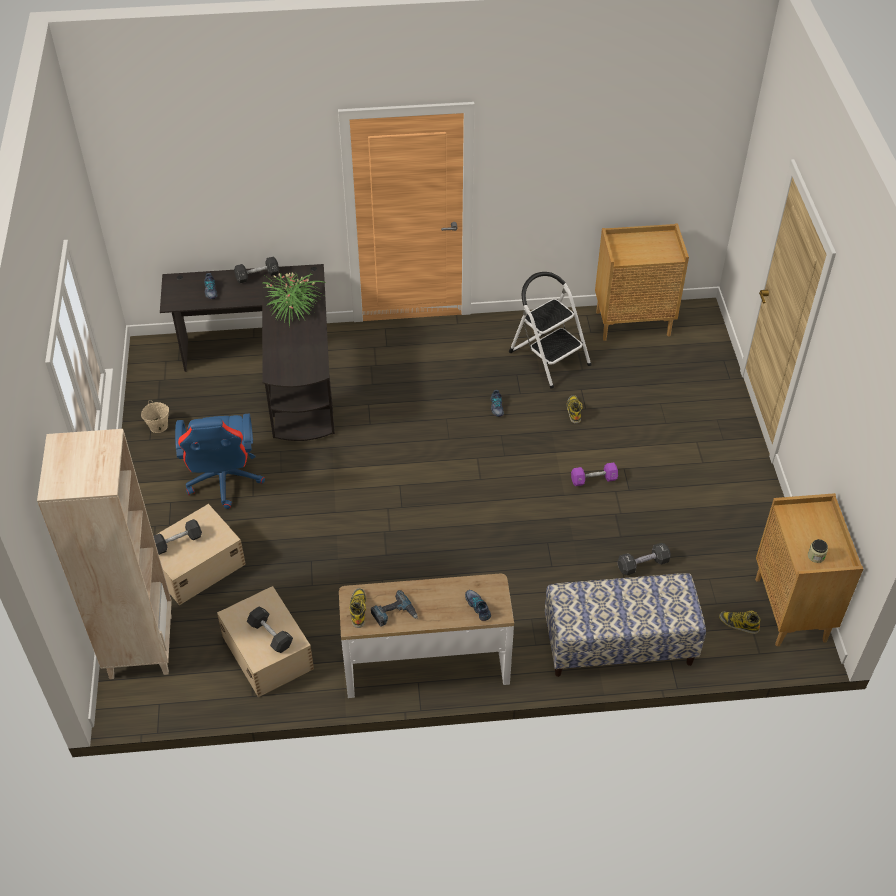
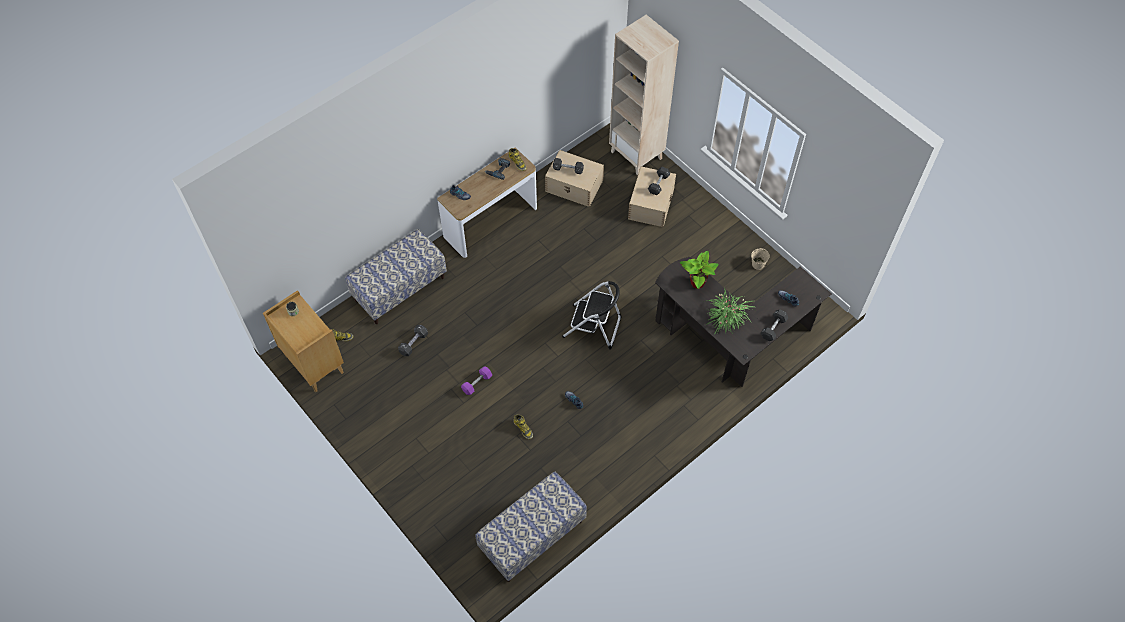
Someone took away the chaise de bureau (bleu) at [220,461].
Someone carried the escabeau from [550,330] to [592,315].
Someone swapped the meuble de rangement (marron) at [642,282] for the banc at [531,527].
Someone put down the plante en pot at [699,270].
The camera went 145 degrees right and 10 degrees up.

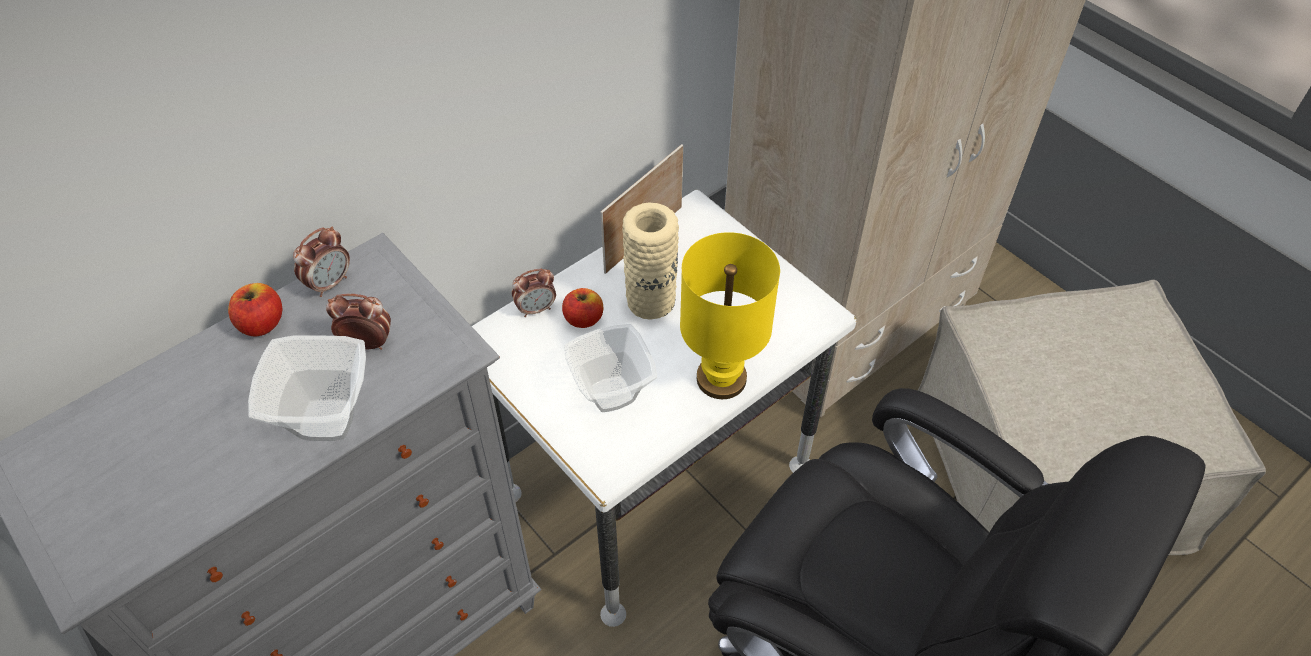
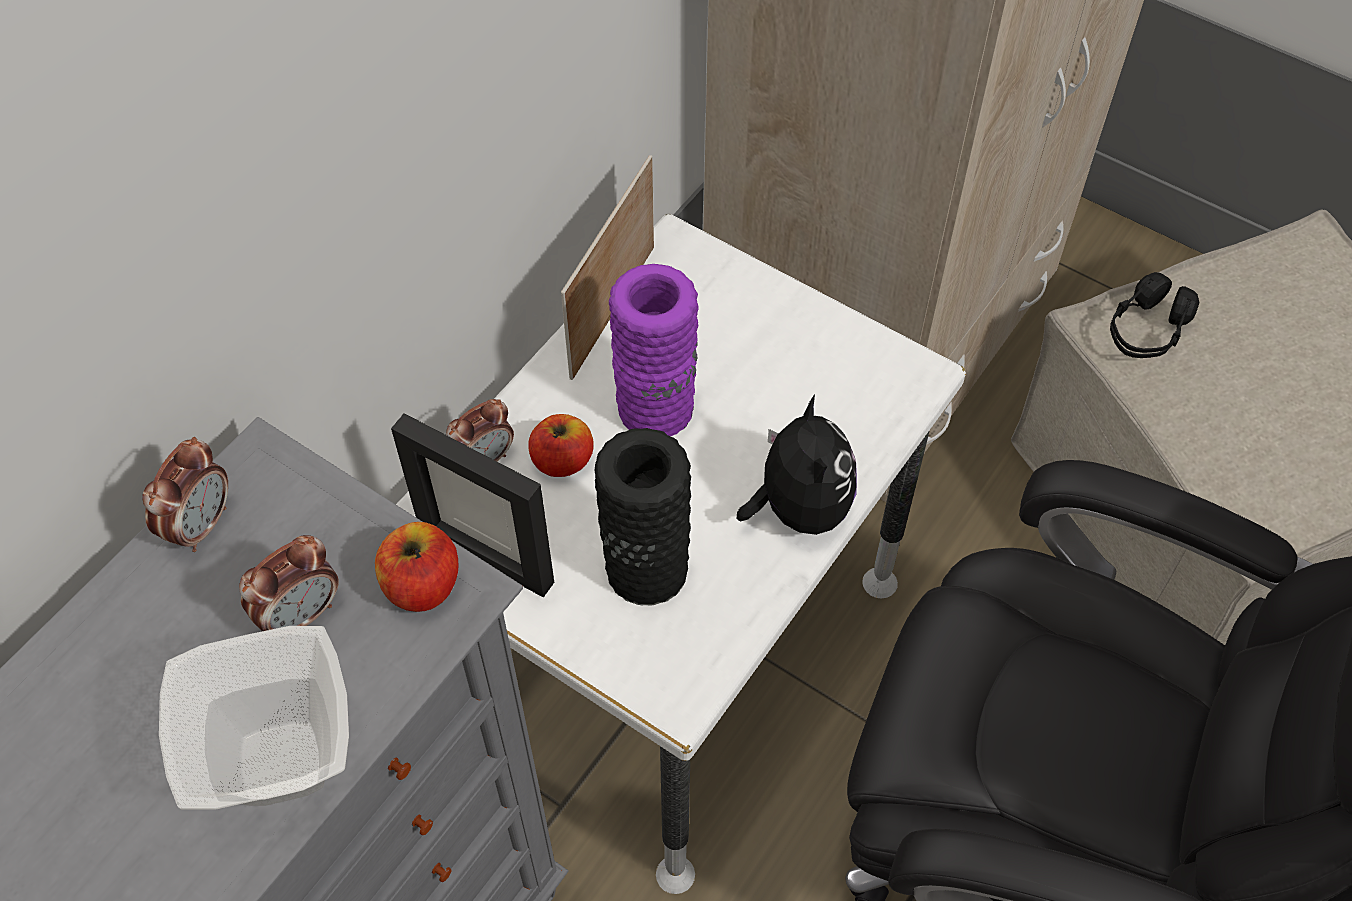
Someone carried the pomme from [255,310] to [416,567].
Someone rotated the réveil at [358,322] by 150 degrees clockwise.
Someone swapped the bol at [610,368] for the vase (noir) at [643,517].
Someone repainted the vase (beige) at [650,260], which became the vase (violet) at [654,350].
Someone swapped the lampe de table (jaune) at [730,315] for the peluche at [797,465].
Someone put down the cadre photo at [472,505].
Someone put down the casque audio (noir) at [1154,315].
The camera went 15 degrees left and 5 degrees up.

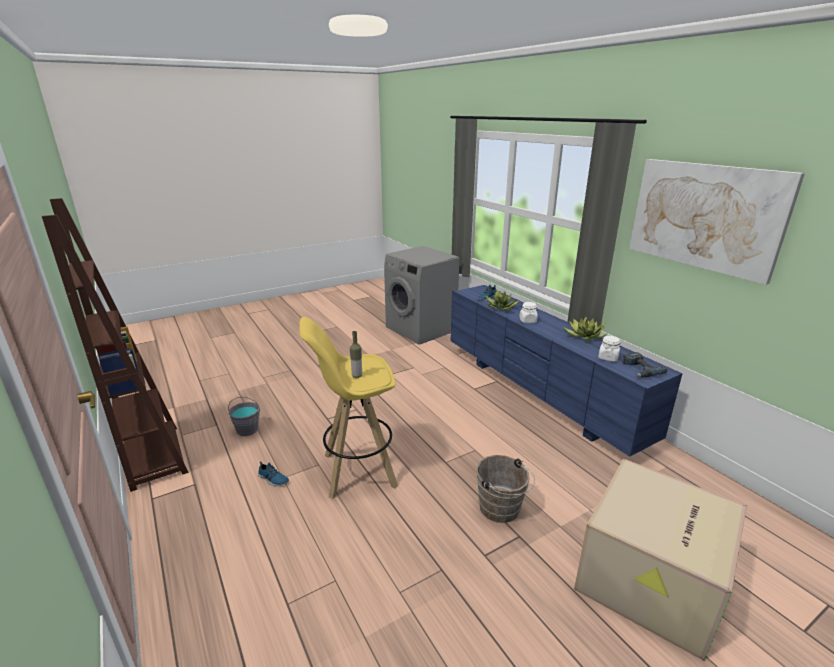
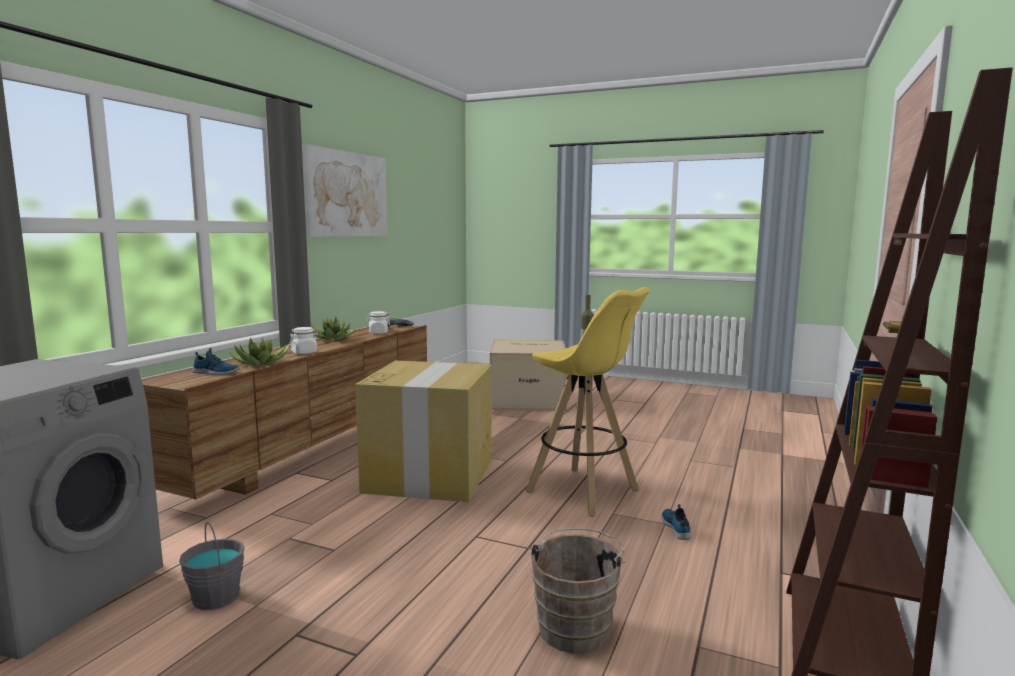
Someone carried the seau (gris) from [244,416] to [212,566].
Someone repainted the meuble de rangement (bleu) at [567,371], which became the meuble de rangement (marron) at [284,412].
Someone carried the seau (marron) from [505,489] to [579,591].
Someone put down the carton at [423,431].
The camera went 125 degrees left and 15 degrees down.

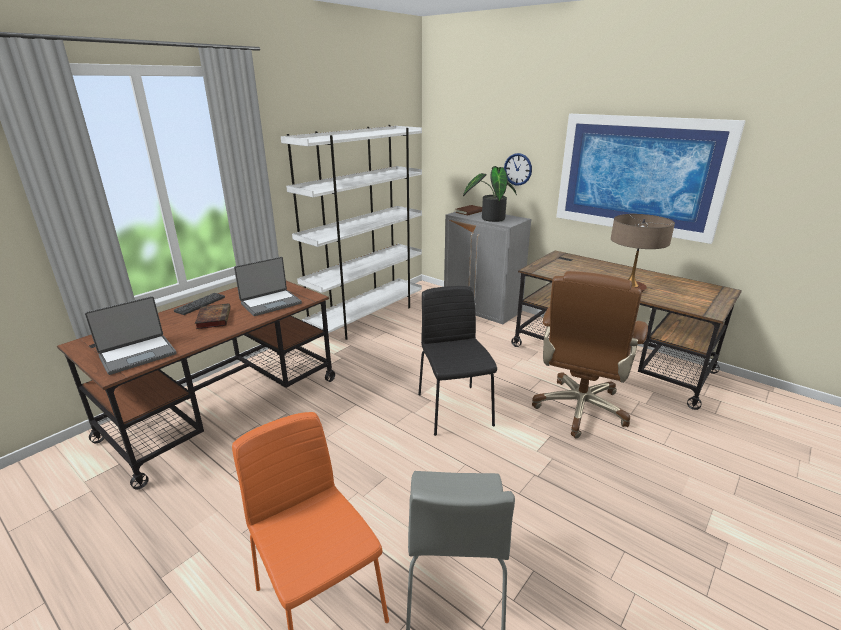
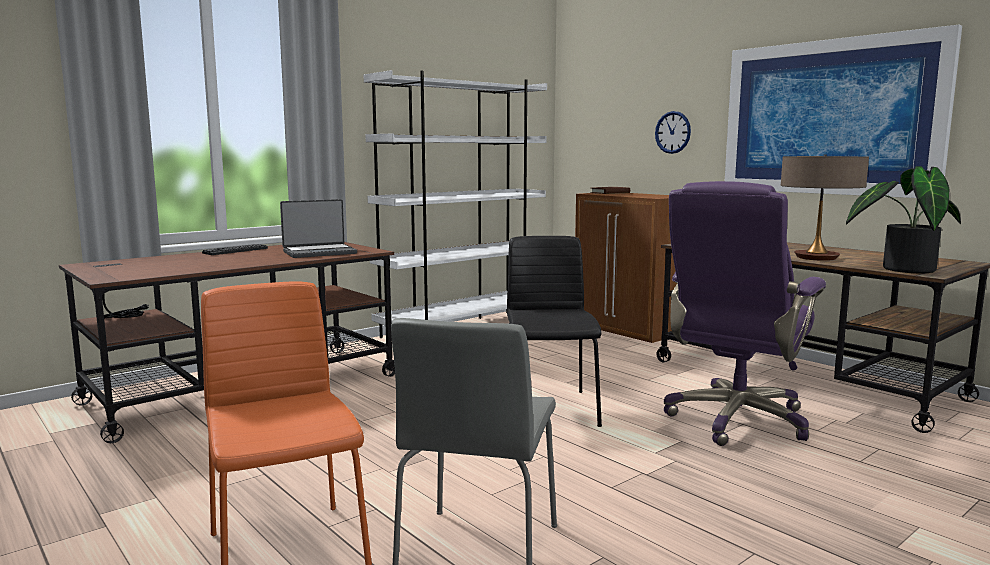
Someone took away the ordinateur portable at [130,335].
Someone took away the livre at [213,316].
Someone repainted the meuble de rangement (gris) at [487,267], which became the meuble de rangement (marron) at [626,268].
Someone carried the plante en pot from [490,194] to [903,219].
Someone repainted the chaise de bureau (marron) at [590,355], which became the chaise de bureau (violet) at [745,313].
The camera went 10 degrees right and 15 degrees down.

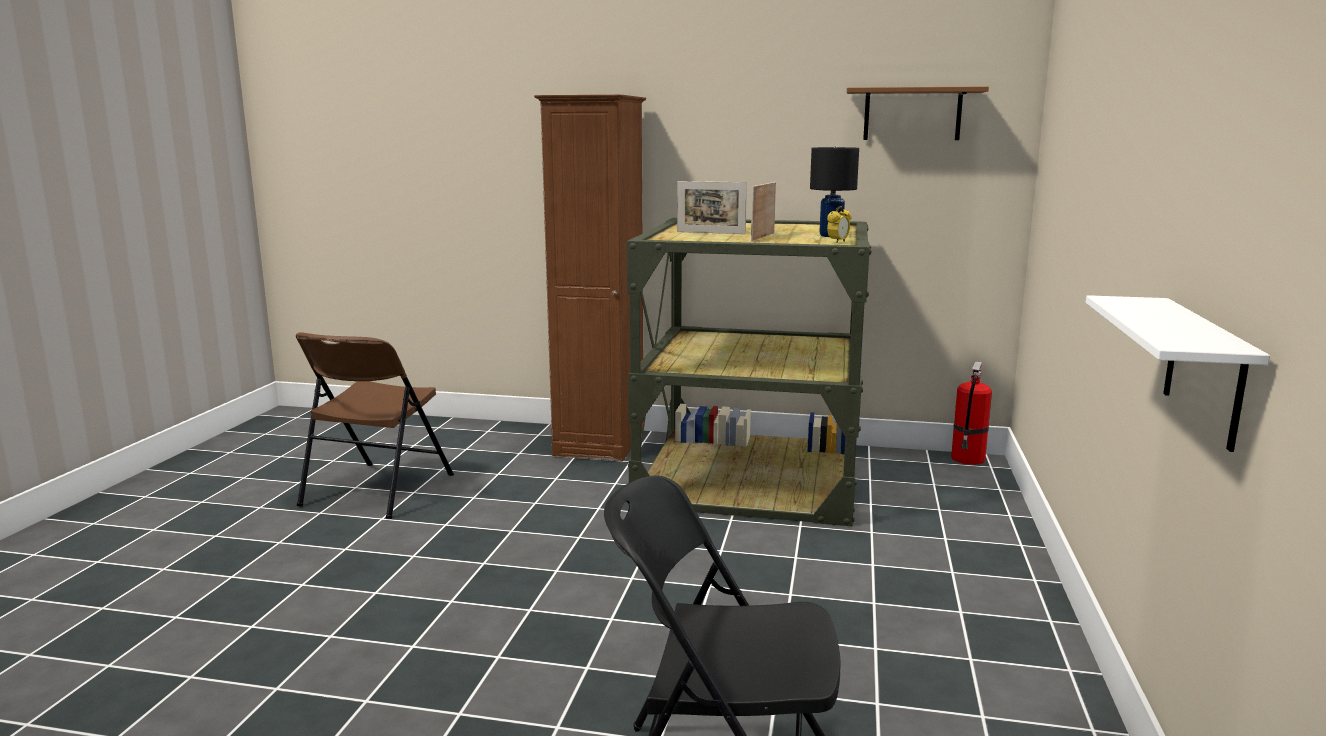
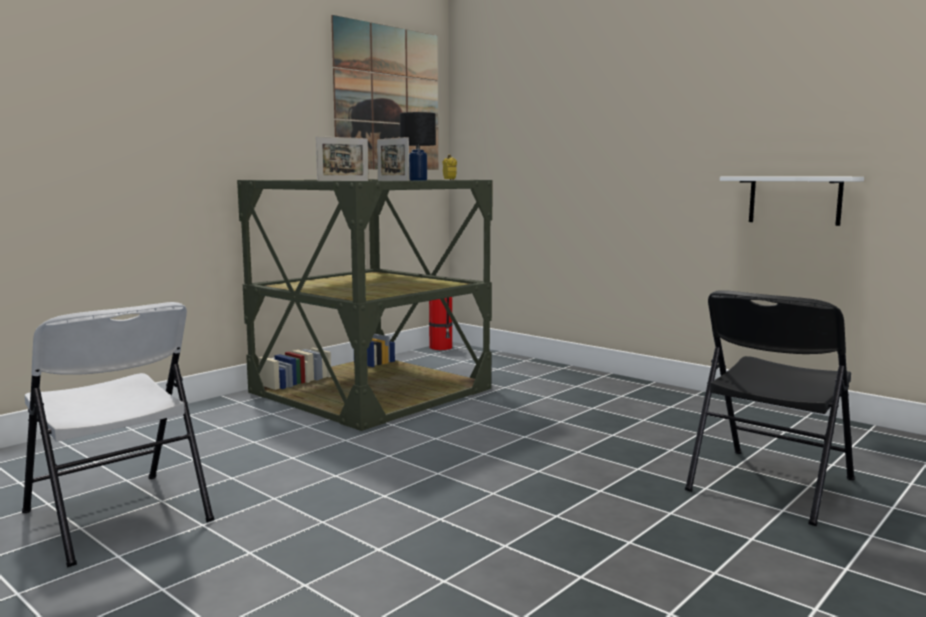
Someone repainted the chaise (marron) at [375,425], which became the chaise (blanc) at [118,435].
Someone took away the meuble de rangement (marron) at [590,278].
Someone swapped the étagère (marron) at [918,113] for the tableau at [384,92].
The camera went 60 degrees left and 5 degrees down.

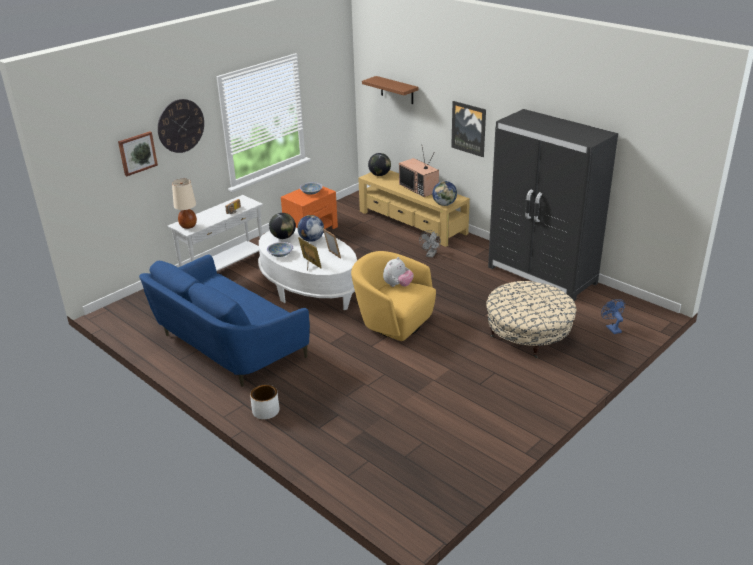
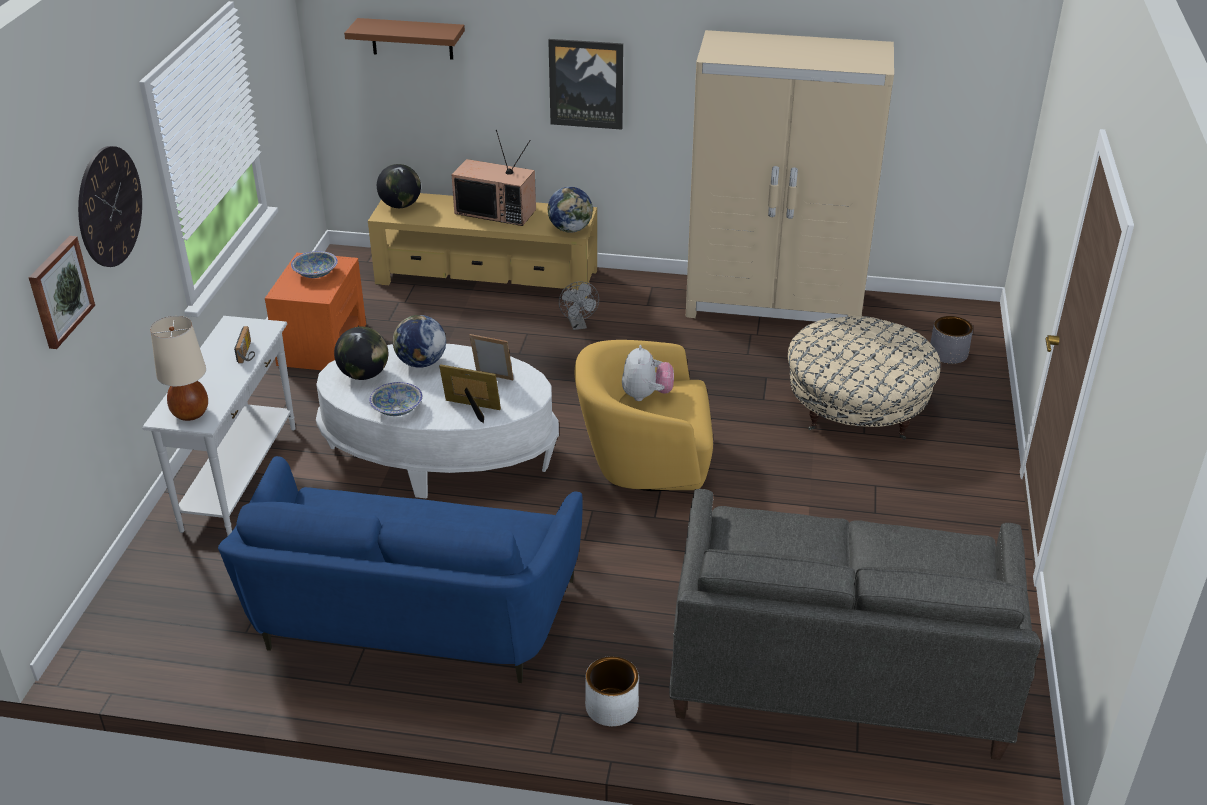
Someone repainted the meuble de rangement (noir) at [553,205], which became the meuble de rangement (beige) at [790,176].
Someone swapped the ventilateur (bleu) at [613,316] for the cache-pot (gris) at [951,340].
Someone put down the canapé (gris) at [855,624].
The camera went 35 degrees left and 5 degrees up.

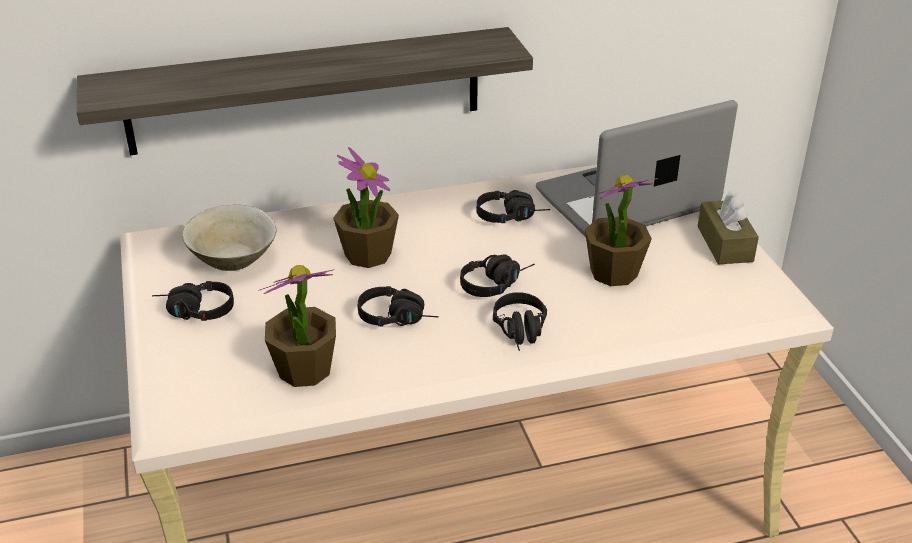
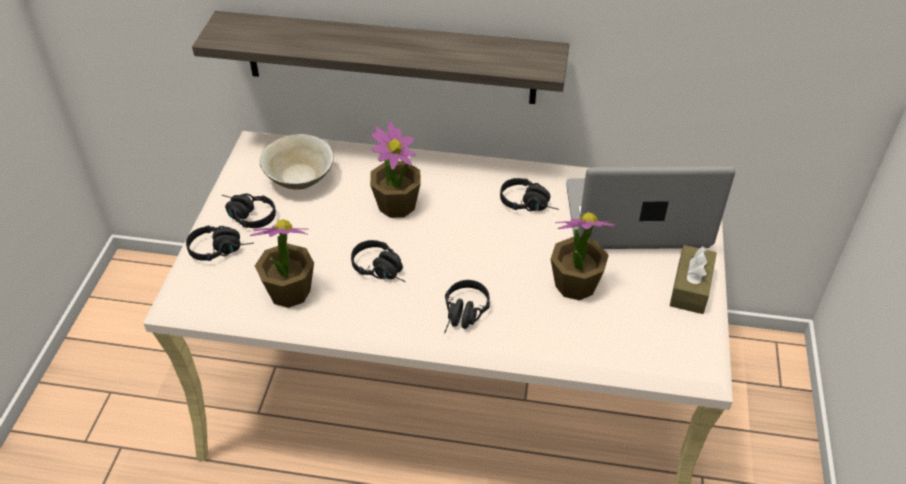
Someone carried the casque audio (noir) from [497,276] to [220,243].
The camera went 25 degrees right and 10 degrees up.

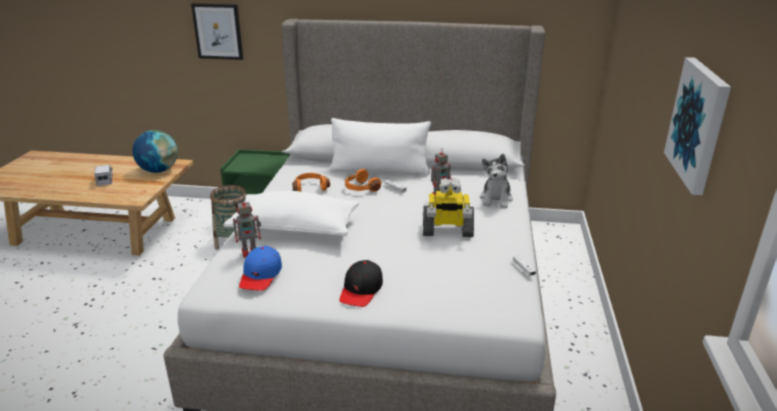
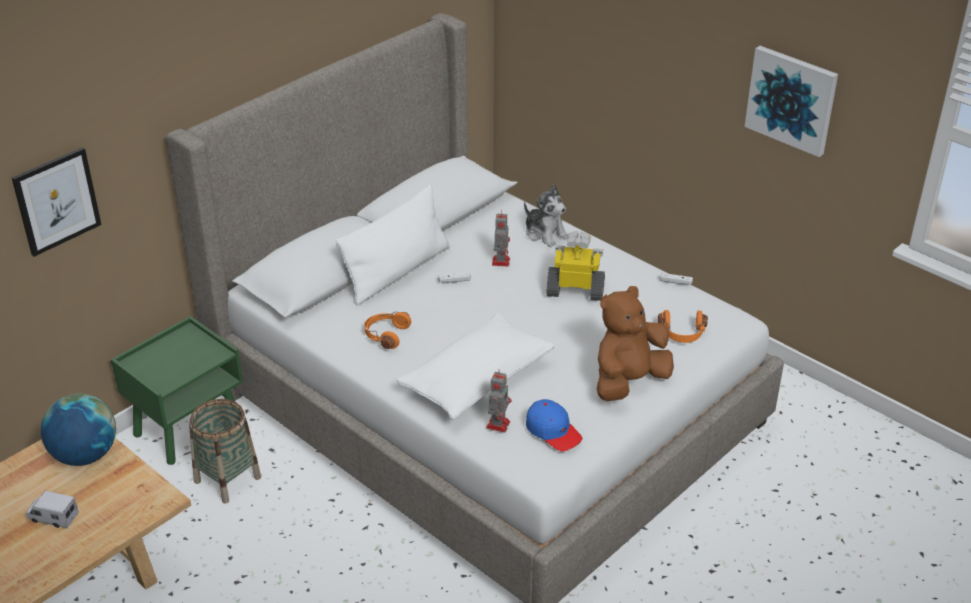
Someone swapped the casquette (noir) at [361,283] for the peluche (marron) at [635,343].
Someone carried the casque audio (orange) from [363,180] to [683,326].
Someone rotated the robot jouet at [448,207] by 120 degrees counterclockwise.
The camera went 55 degrees left and 10 degrees up.

